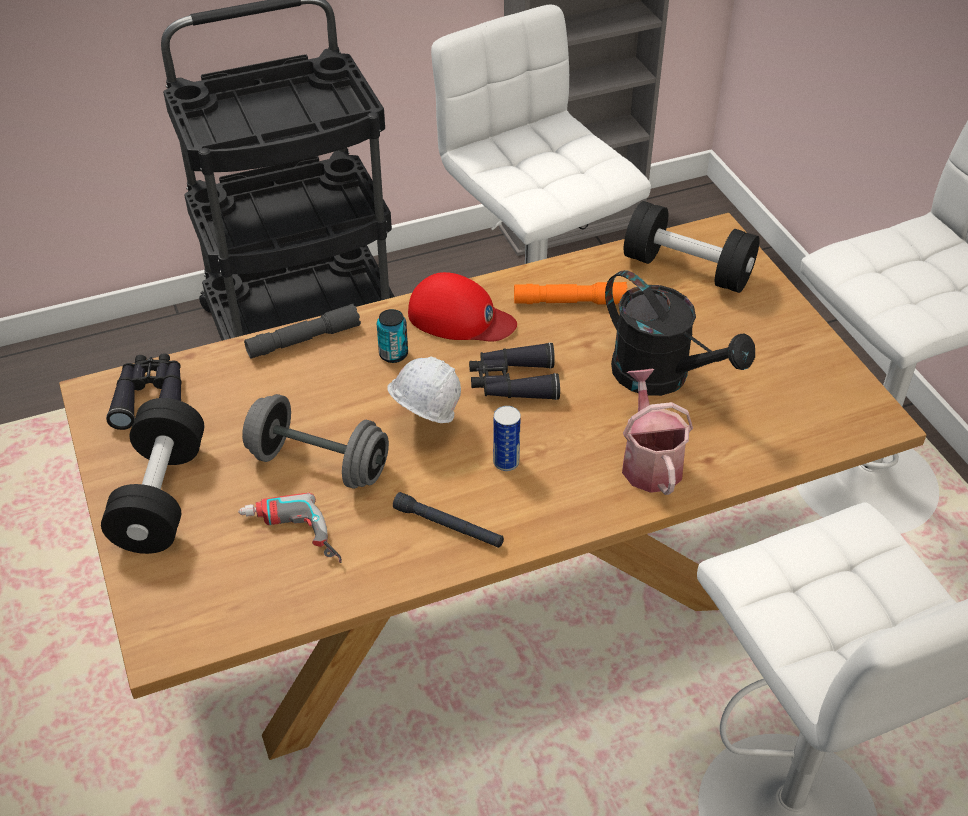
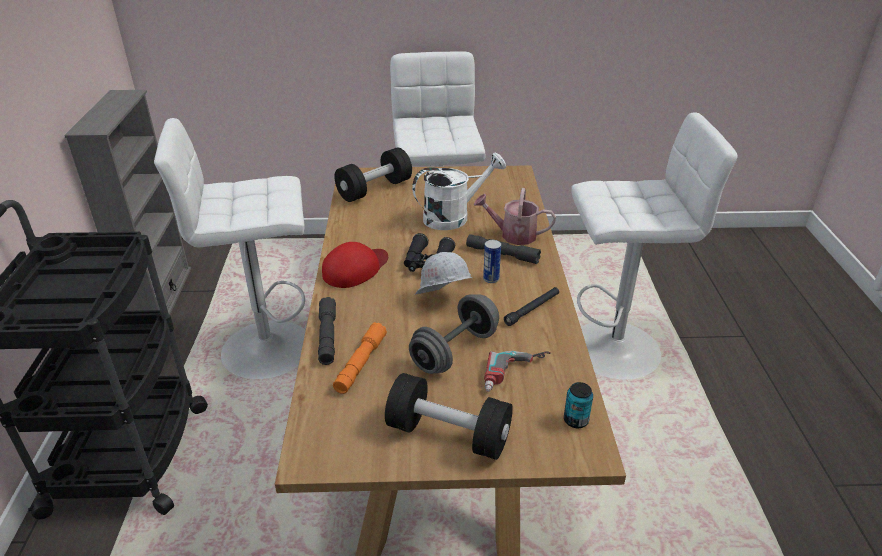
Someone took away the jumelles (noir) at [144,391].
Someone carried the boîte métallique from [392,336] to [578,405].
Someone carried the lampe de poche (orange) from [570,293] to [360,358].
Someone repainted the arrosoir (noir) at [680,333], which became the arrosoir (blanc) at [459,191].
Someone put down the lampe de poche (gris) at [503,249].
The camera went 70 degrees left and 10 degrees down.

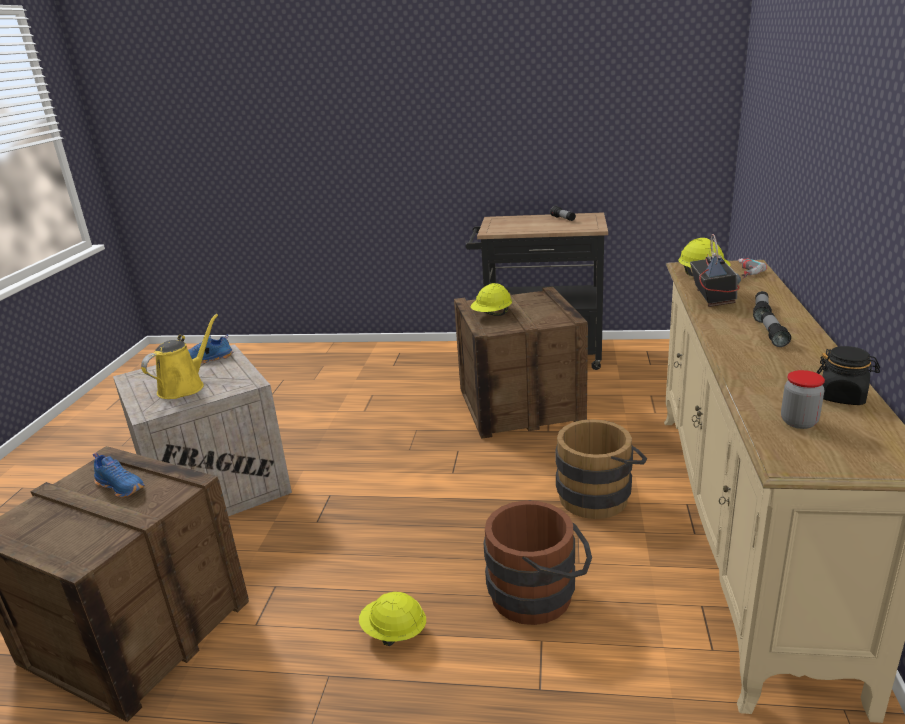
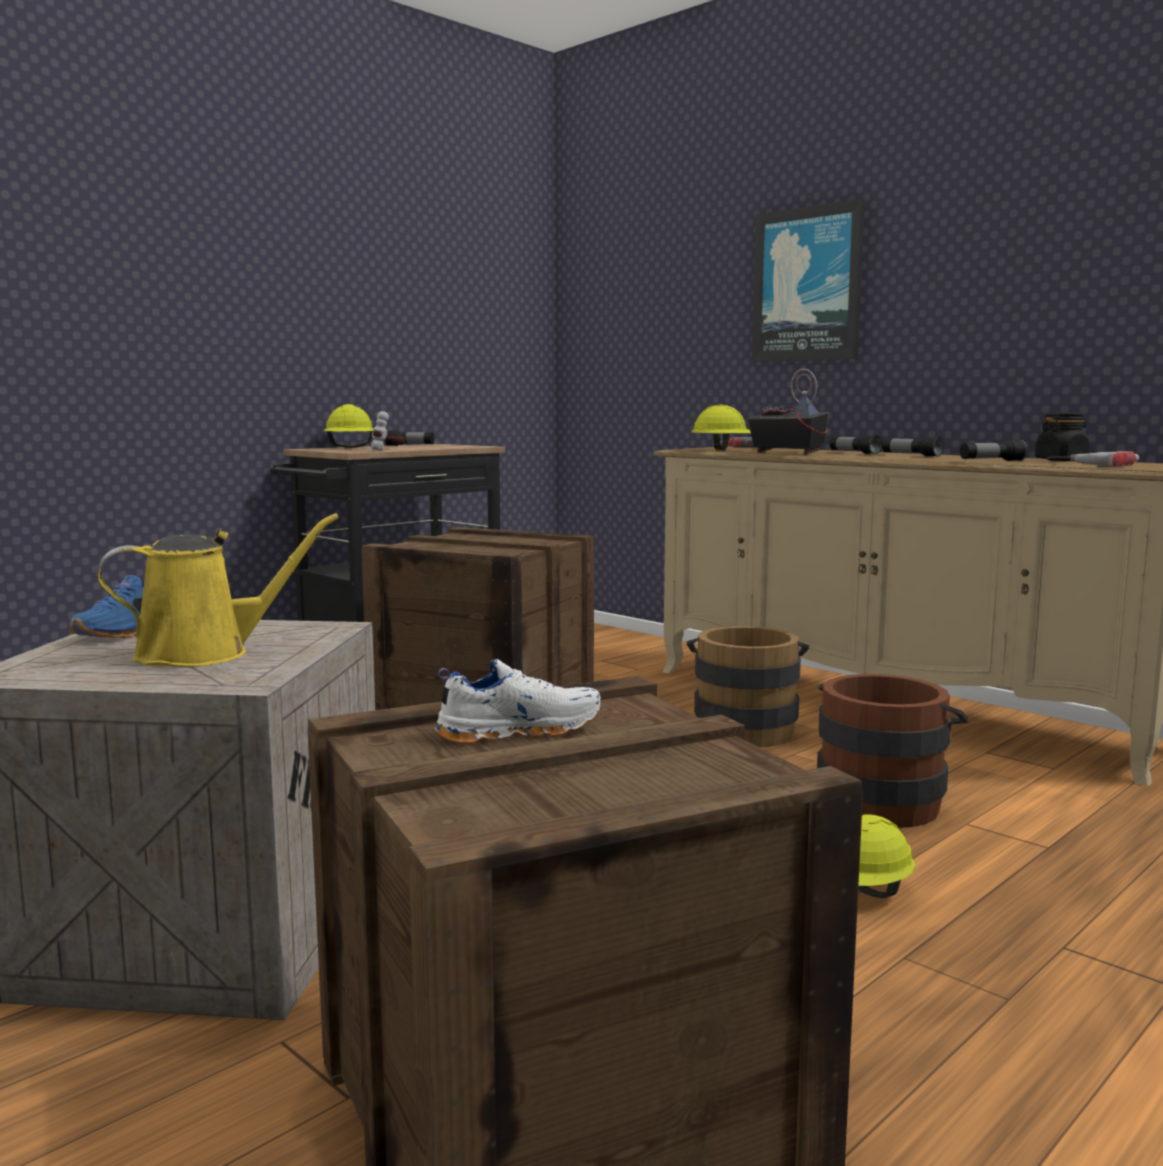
Someone repainted the chaussure (bleu) at [119,475], which became the chaussure (blanc) at [518,701].
Someone rotated the arrosoir (jaune) at [179,356] by 90 degrees clockwise.
Someone carried the casque de chantier (jaune) from [491,299] to [348,426].
Someone swapped the bocal at [803,399] for the perceuse at [1093,459].
Someone put down the marteau at [388,431].
Someone put up the tableau at [808,280].
Someone put down the lampe de poche at [993,450].
The camera went 55 degrees left and 15 degrees down.

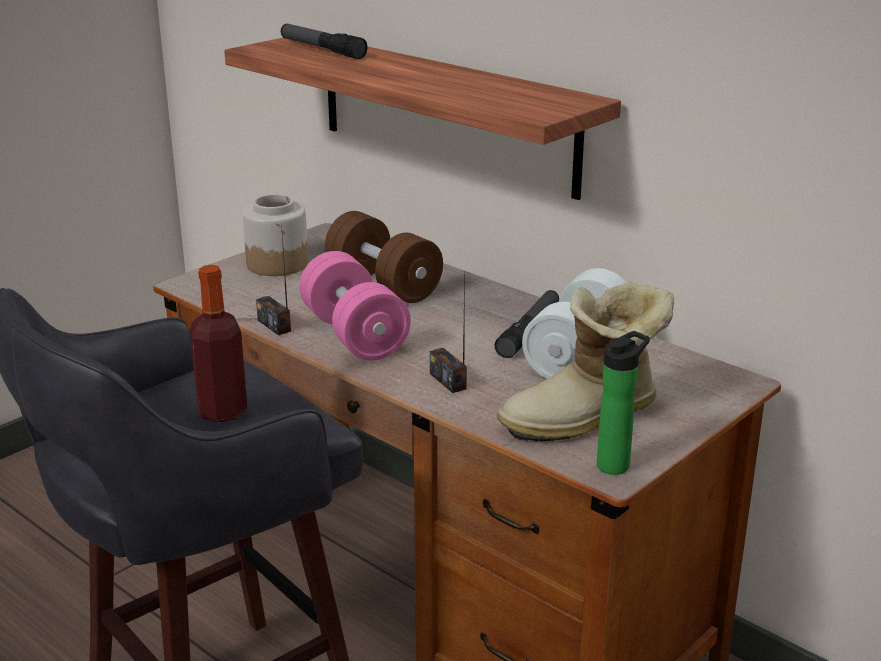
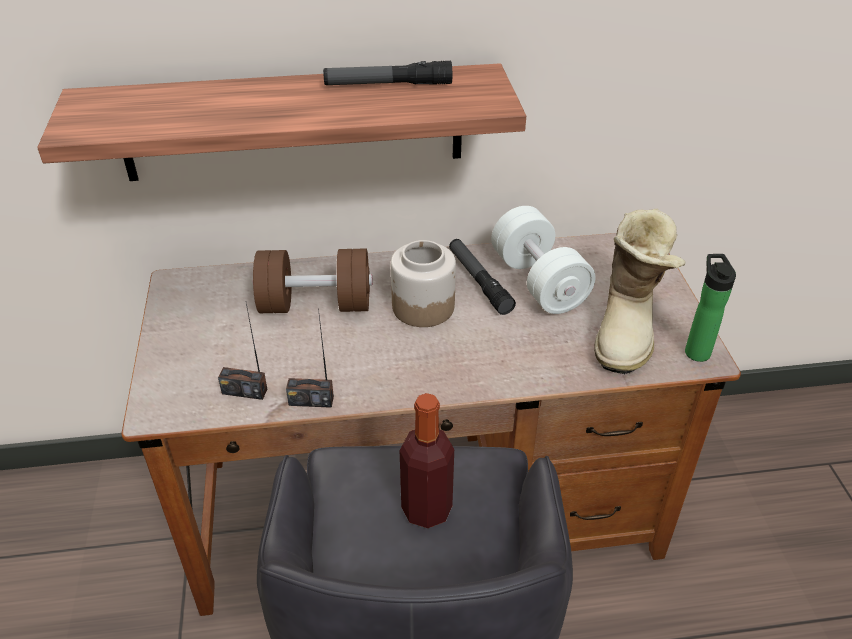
Someone carried the bocal from [275,235] to [423,283].
Someone carried the lampe de poche from [324,41] to [387,73].
Someone took away the haltère (rose) at [355,305].
Someone carried the radio from [448,332] to [242,351].
The camera went 50 degrees left and 15 degrees up.

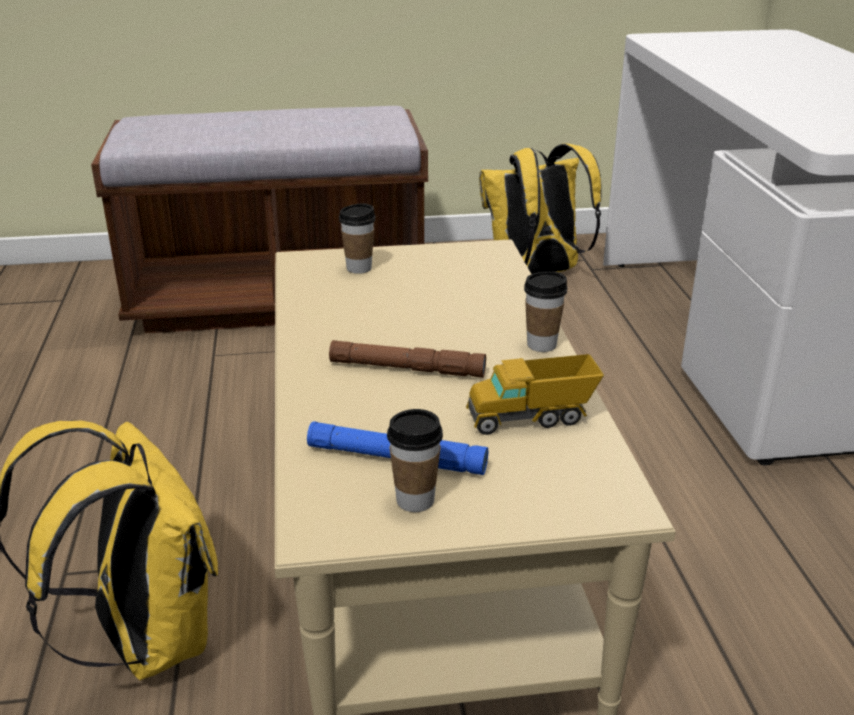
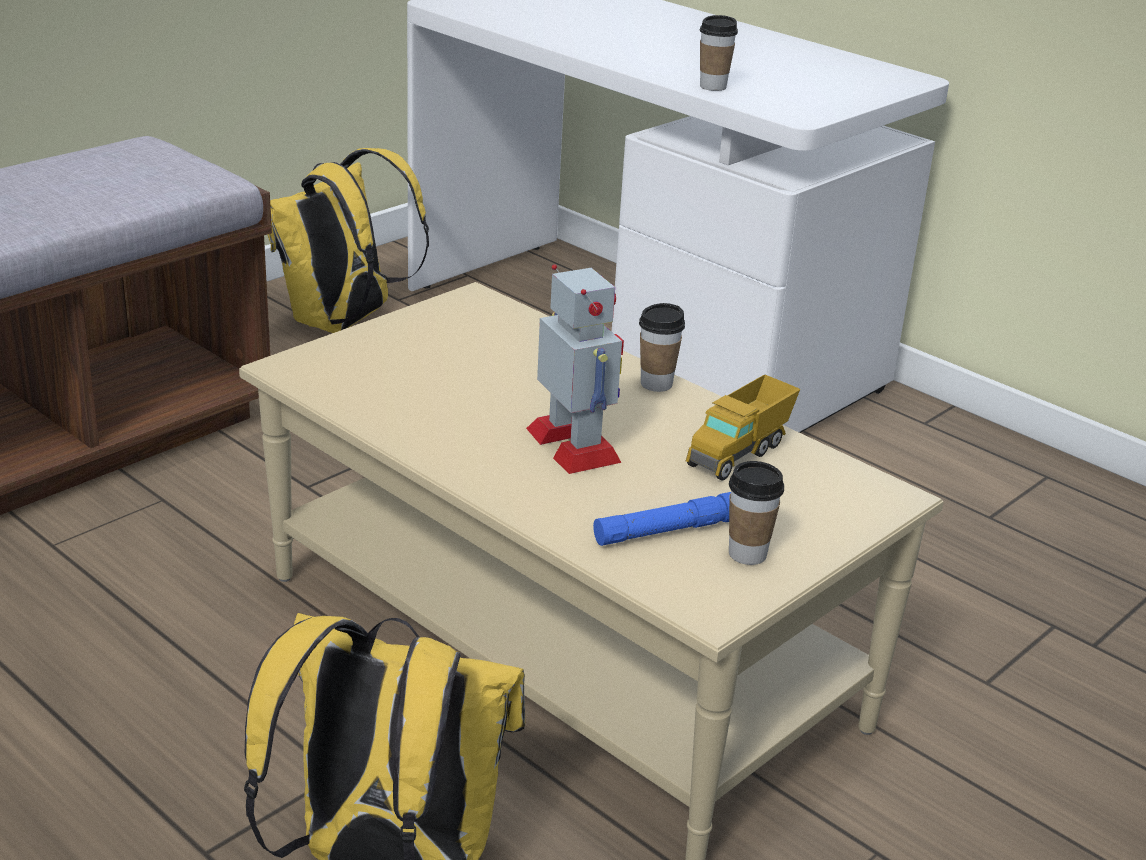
Someone swapped the lampe de poche (marron) at [407,359] for the robot jouet at [575,369].
Someone carried the tasse from [357,238] to [719,53].
The camera went 40 degrees left and 0 degrees up.

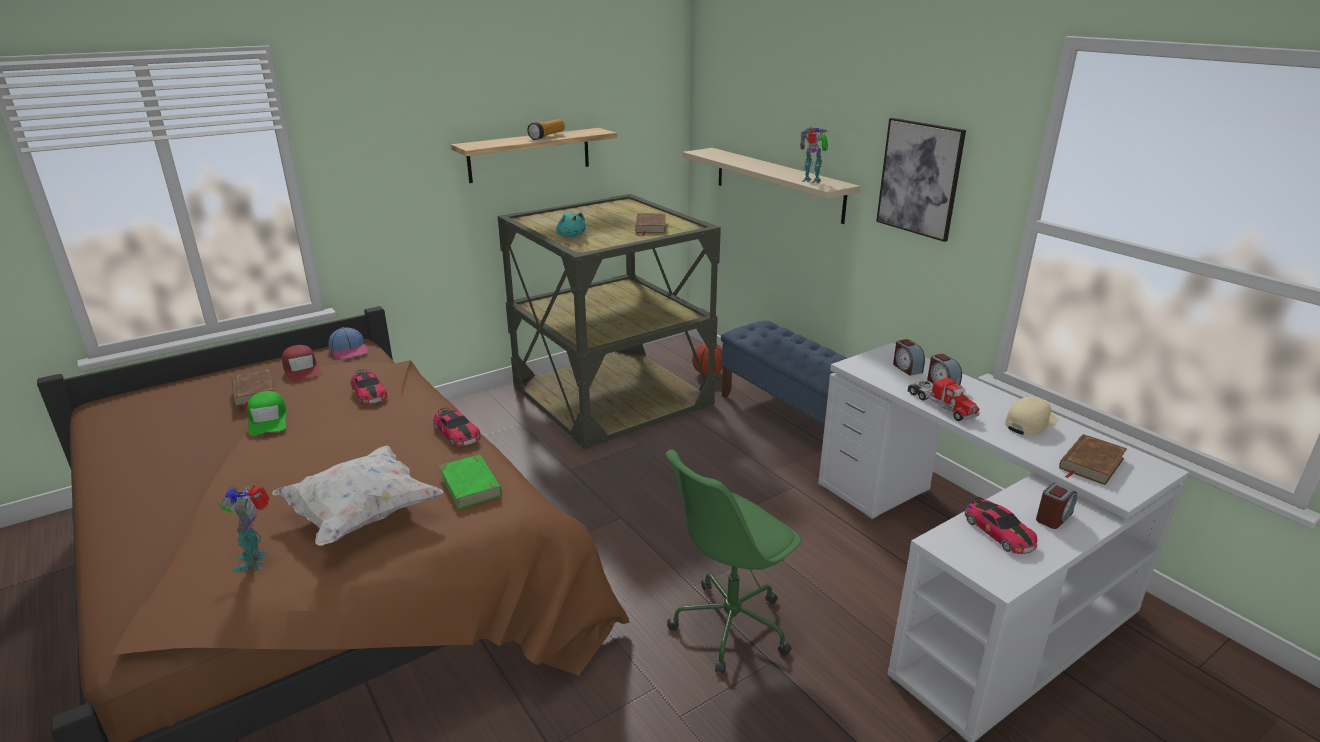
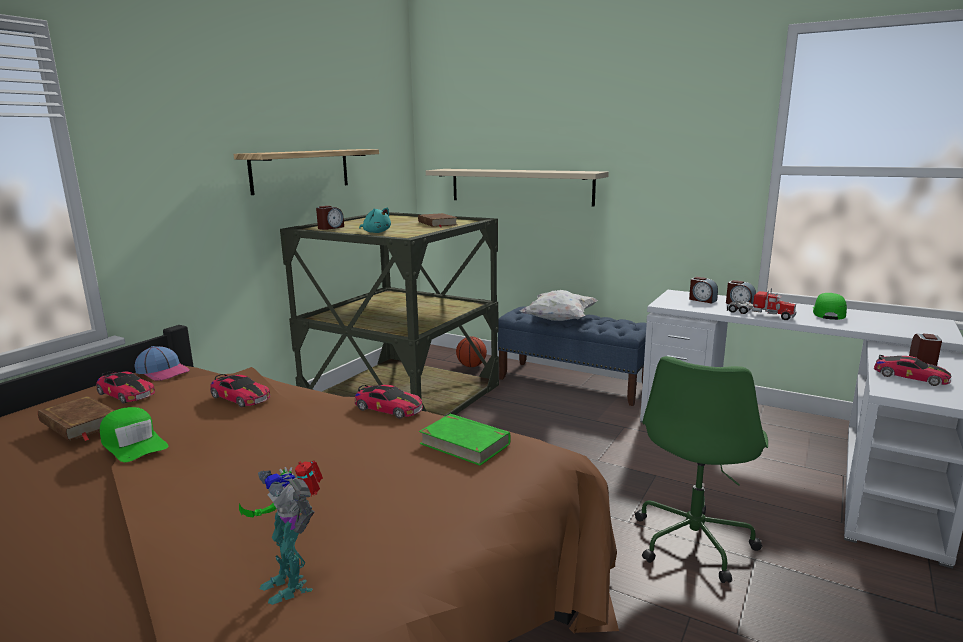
Someone carried the coussin (blanc) from [357,495] to [559,305].
Someone swapped the casquette (rouge) at [302,363] for the petite voiture at [125,387].
Someone took away the lampe de poche at [545,129].
Someone took away the robot jouet at [814,155].
Someone took away the tableau at [921,180].
Someone repainted the casquette (beige) at [1032,416], which became the casquette (vert) at [829,306].
Someone took away the livre (marron) at [1093,459].
Someone put down the réveil at [330,218].
The camera went 25 degrees left and 10 degrees down.

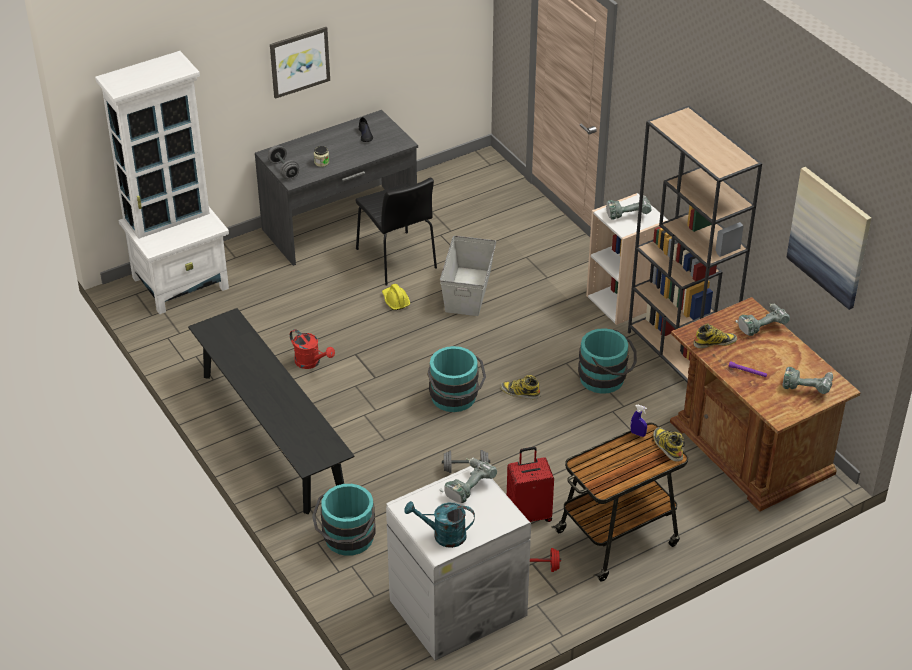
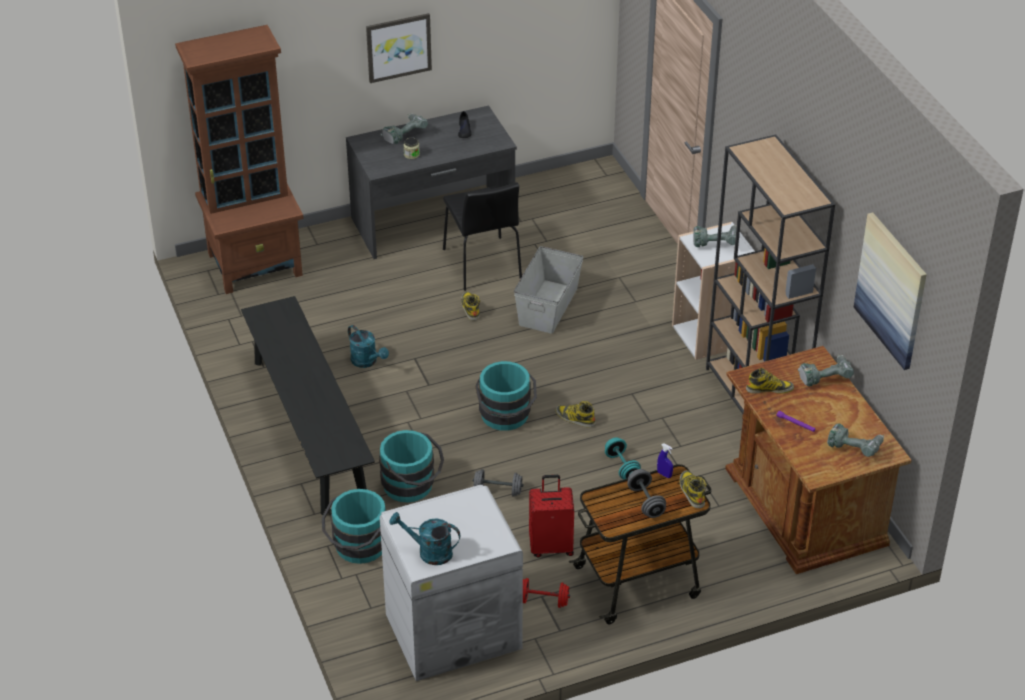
Someone repainted the meuble de rangement (blanc) at [162,182], which became the meuble de rangement (marron) at [239,159].
Someone carried the haltère (gris) from [283,162] to [646,493].
Someone repainted the arrosoir (rouge) at [312,349], which became the arrosoir (turquoise) at [368,346].
Someone swapped the casque de chantier (jaune) at [396,297] for the botte at [470,305].
Someone carried the perceuse from [468,480] to [404,128].
Someone carried the seau (turquoise) from [607,361] to [411,466].
Someone put down the haltère (turquoise) at [623,458].
The camera went 10 degrees right and 0 degrees up.

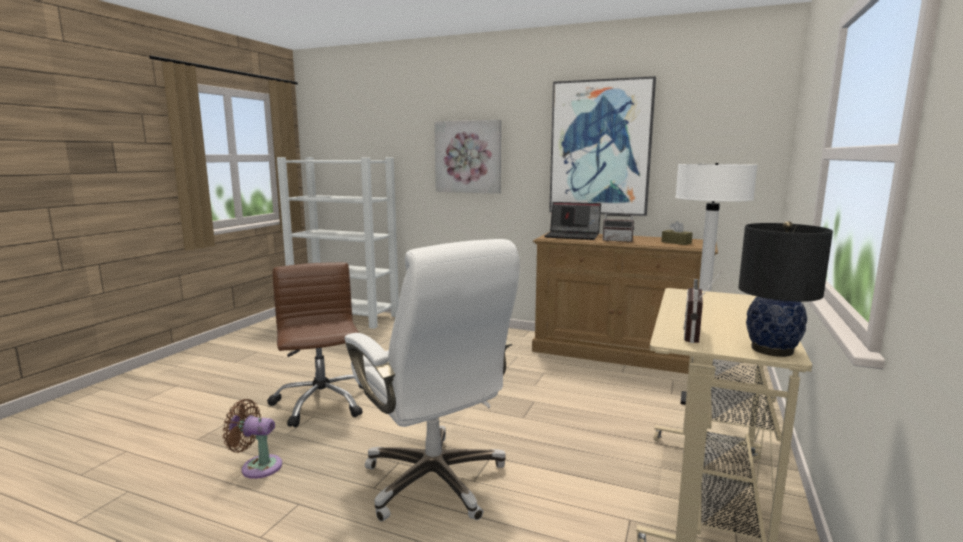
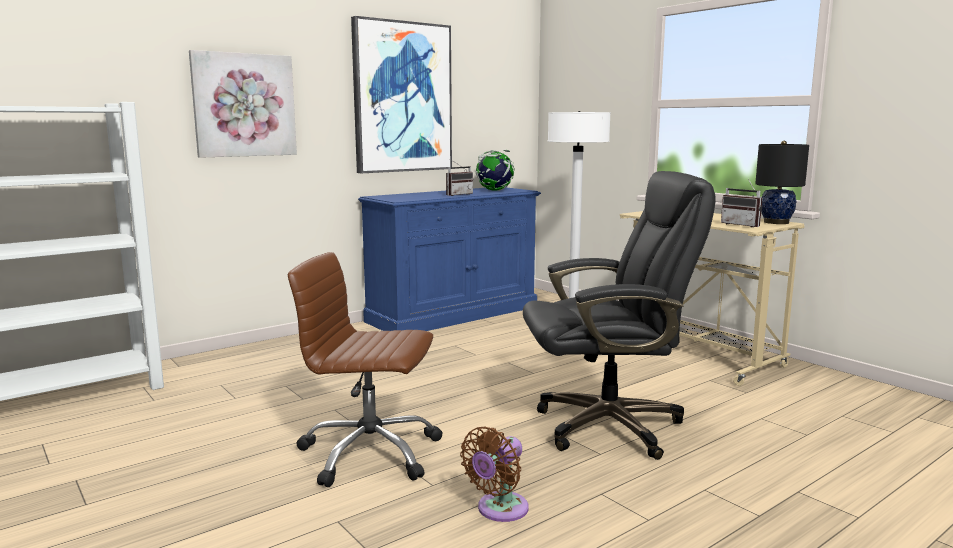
Someone repainted the chaise de bureau (blanc) at [432,380], which became the chaise de bureau (noir) at [619,315].
Someone repainted the meuble de rangement (marron) at [625,302], which became the meuble de rangement (bleu) at [449,259].
Someone took away the ordinateur portable at [572,221].
Someone swapped the boîte à mouchoirs (marron) at [677,233] for the globe at [495,170].
The camera went 60 degrees left and 0 degrees up.

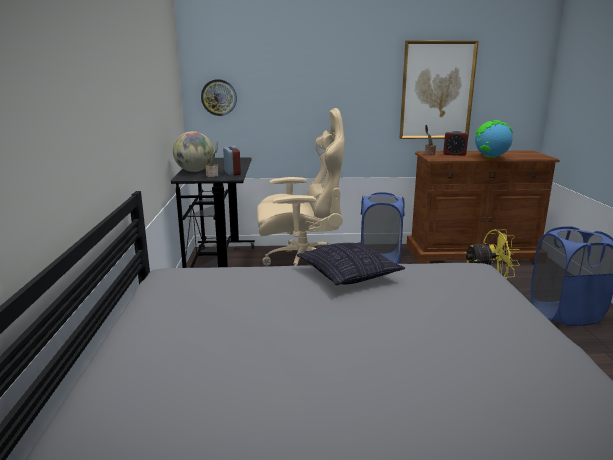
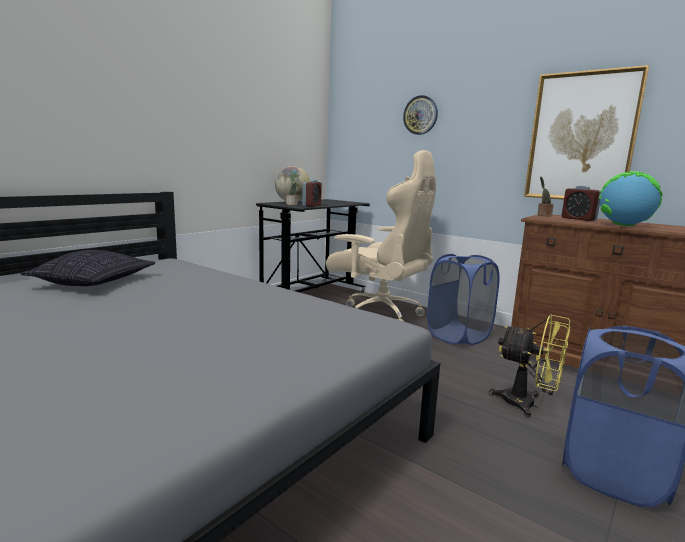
Someone carried the horloge murale from [219,97] to [420,115].
Someone carried the coussin from [351,263] to [88,268].
The camera went 40 degrees right and 5 degrees down.

